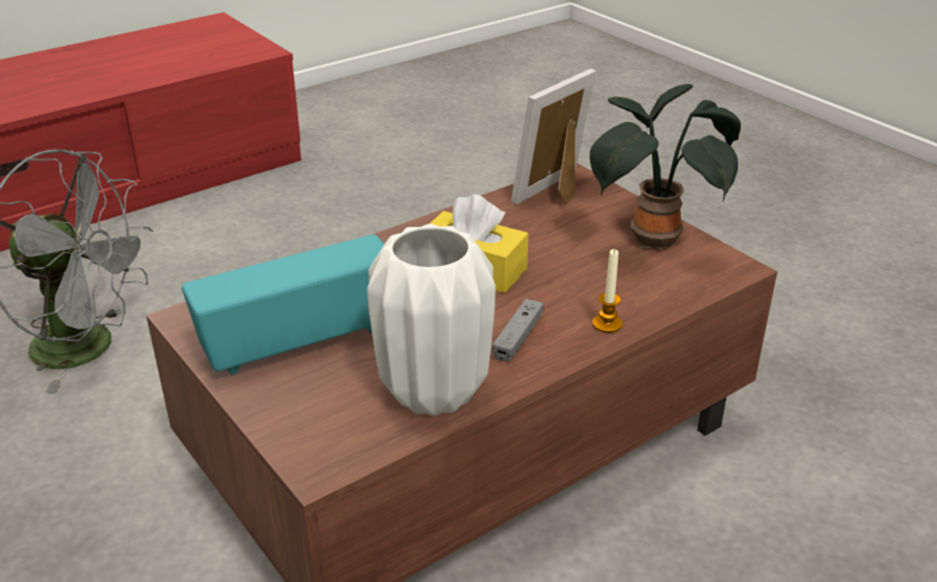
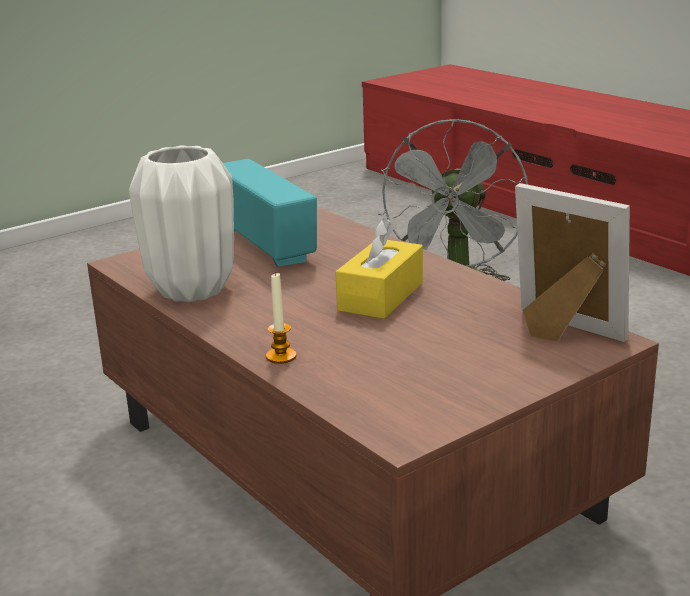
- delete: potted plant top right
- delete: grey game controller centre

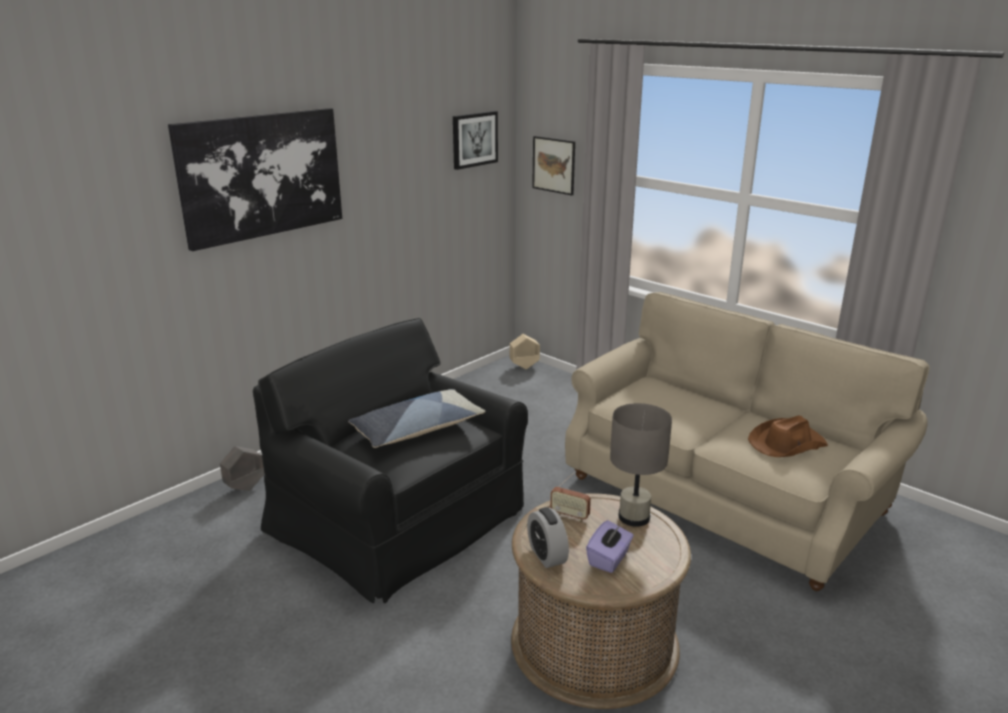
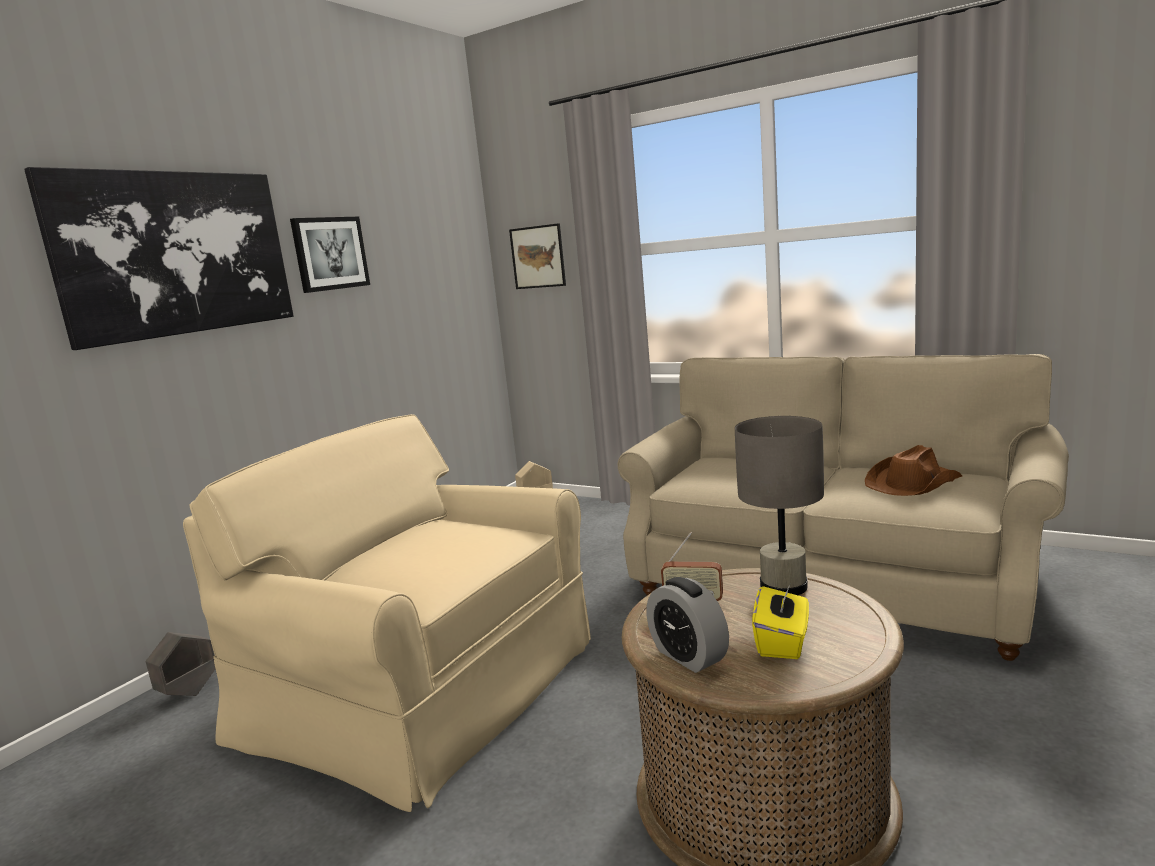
- move: picture (2nd from left) top centre to top left
- recolor: black armchair centre to beige armchair bottom centre
- delete: pillow centre
- recolor: purple tissue box bottom centre to yellow tissue box bottom right

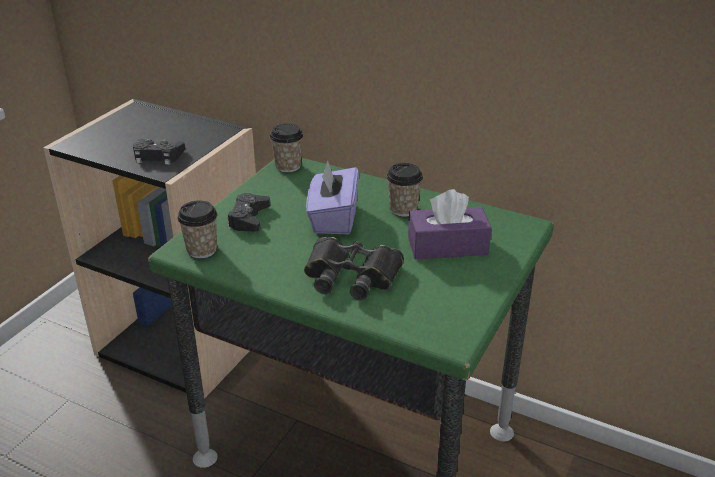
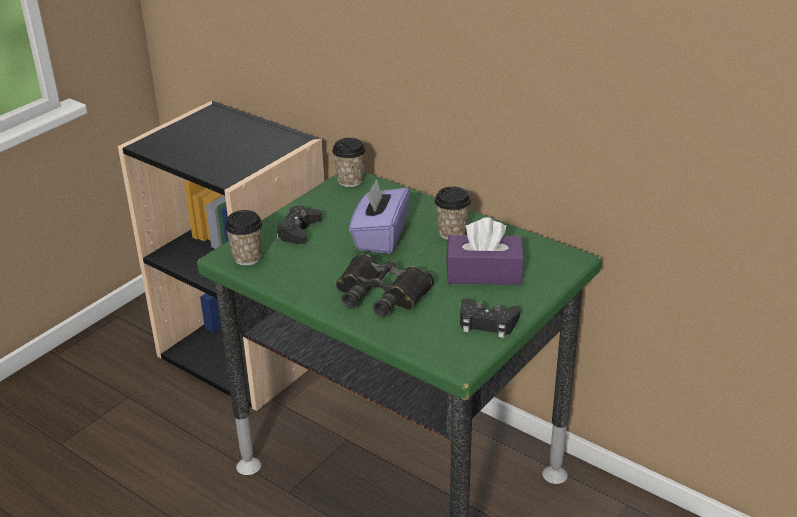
- move: black game controller (1st from left in the first image) top left to black game controller (2nd from left) centre

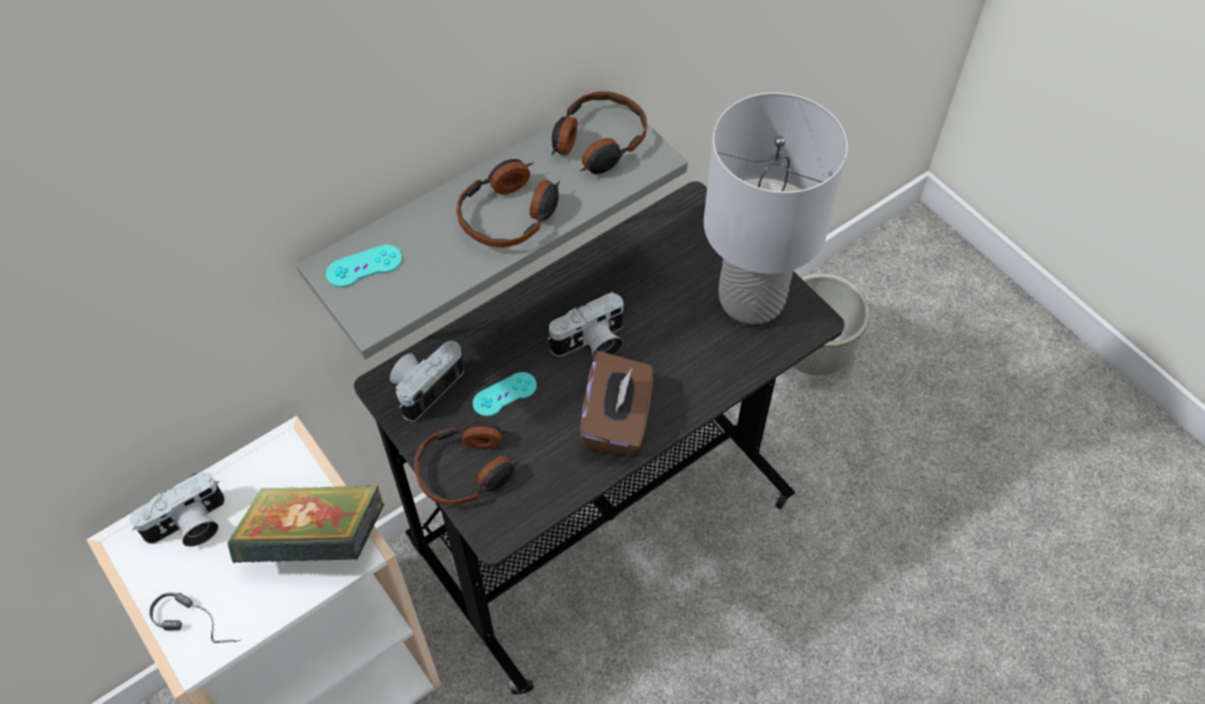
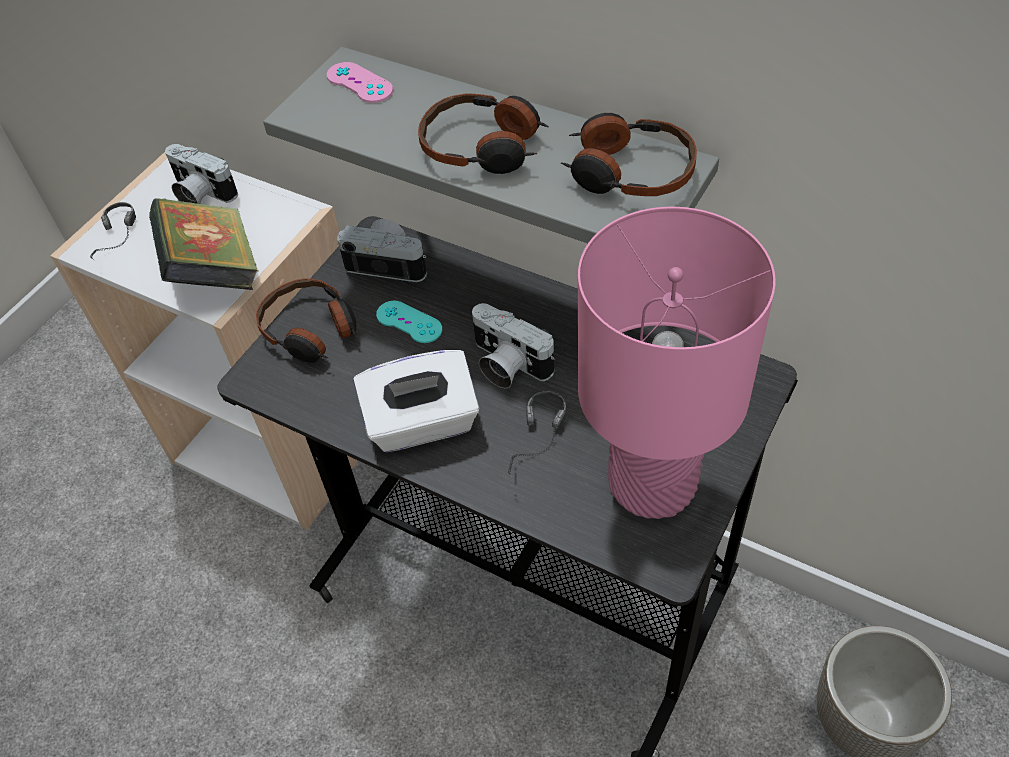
- recolor: grey table lamp top centre to pink table lamp middle right
- recolor: turquoise game controller (1st from left) middle left to pink game controller top centre
- recolor: brown tissue box centre to white tissue box centre
- insert: headphones (4th from left) centre

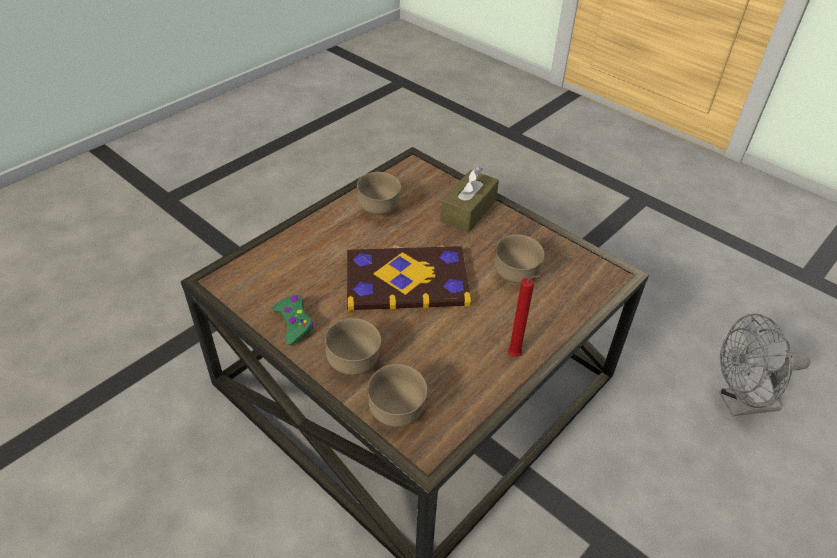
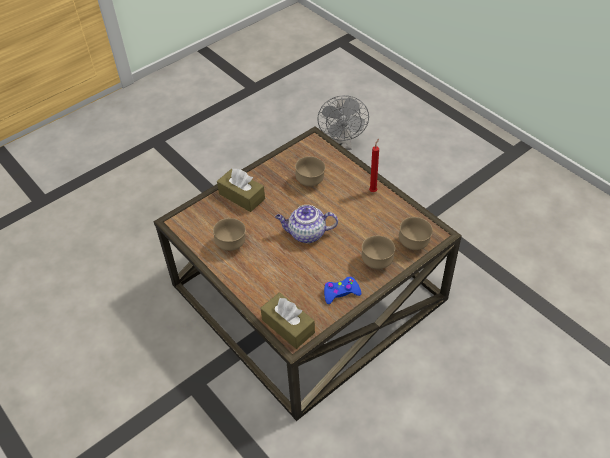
- replace: book centre to teapot centre
- recolor: green game controller centre to blue game controller centre
- insert: brown tissue box (2nd from left) bottom centre

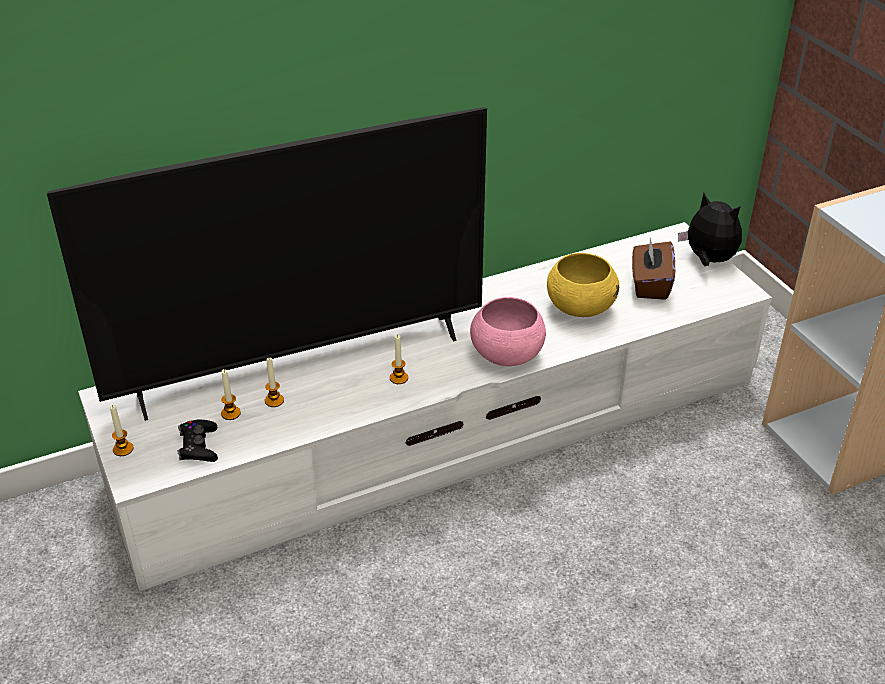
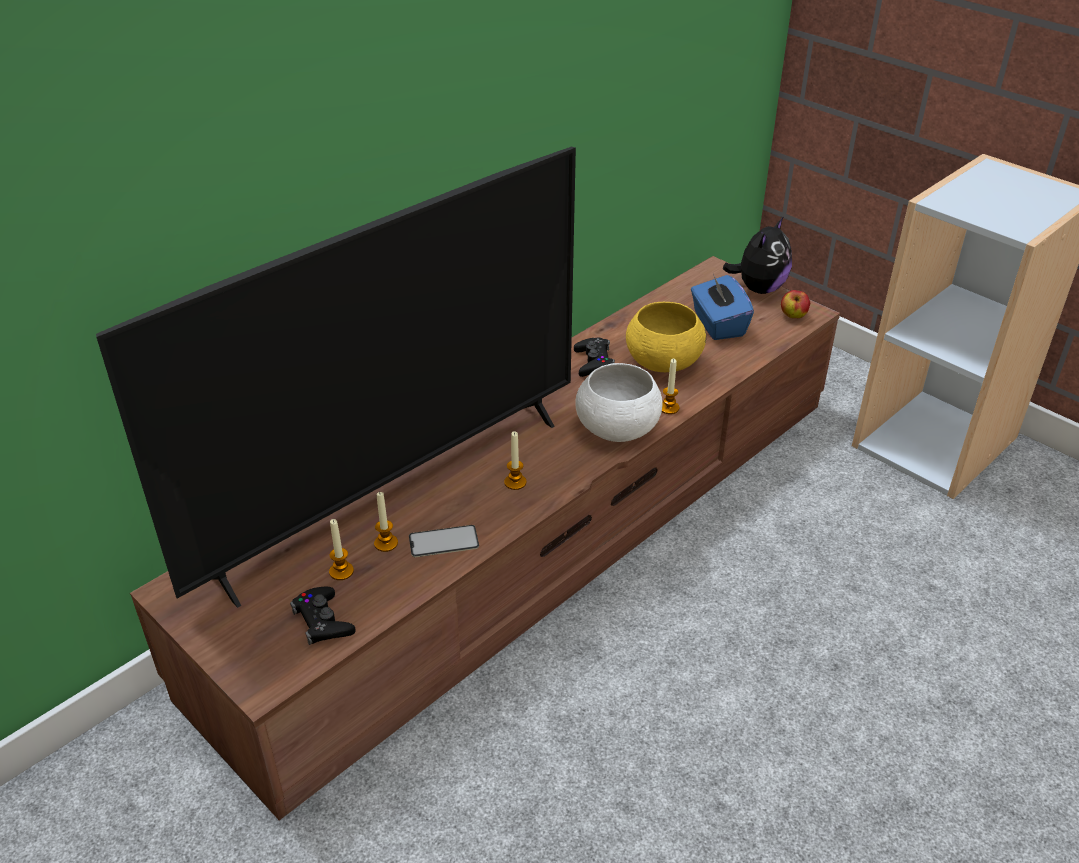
- rotate: plush toy middle right = top right 105 degrees clockwise
- recolor: white tv stand centre to brown tv stand centre
- recolor: brown tissue box middle right to blue tissue box middle right
- recolor: pink bowl centre to white bowl centre
- move: candle (1st from left in the first image) middle left to candle (4th from left) centre
- insert: apple middle right
- insert: black game controller (2nd from left) centre
- insert: phone centre

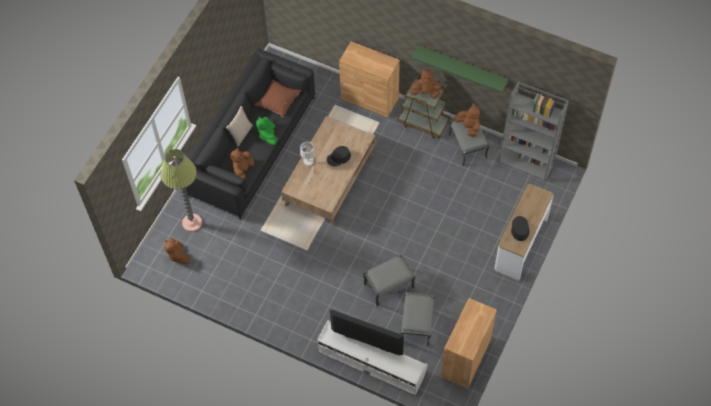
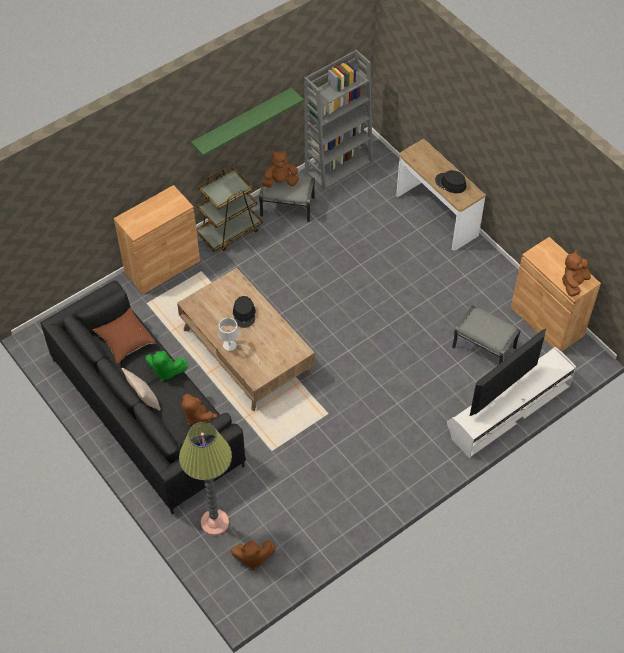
- move: brown plush toy (3rd from left in the first image) top centre to brown plush toy (4th from left) middle right
- delete: grey ottoman (1st from left) bottom centre

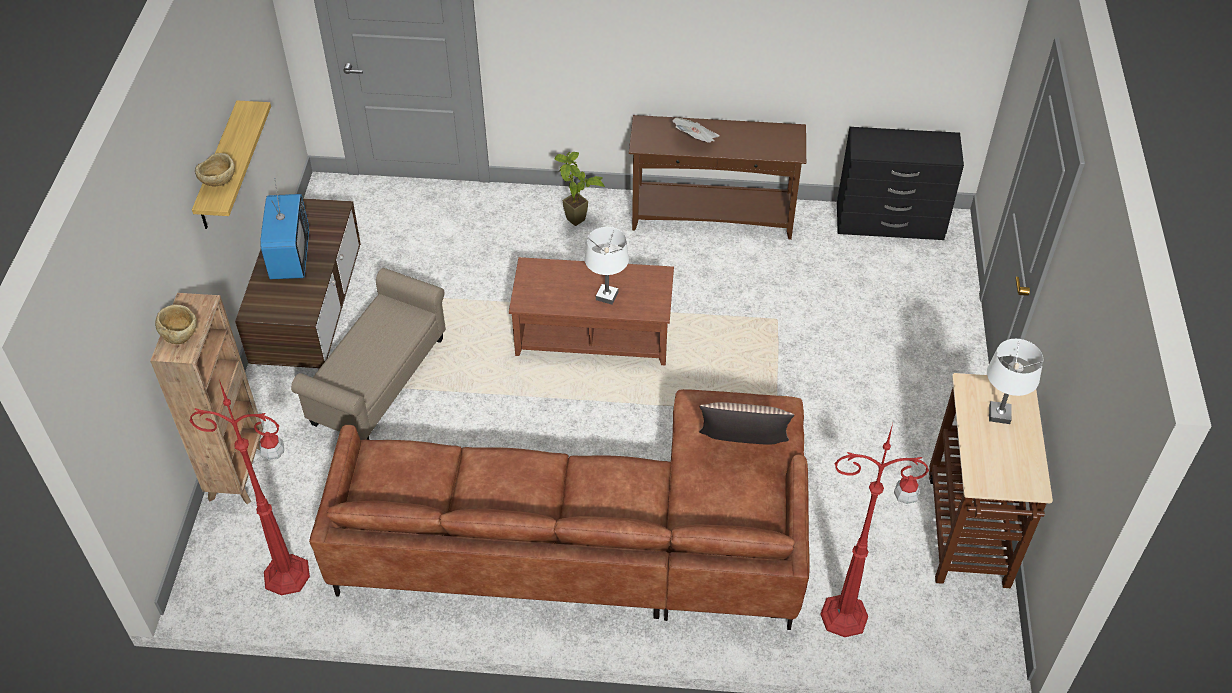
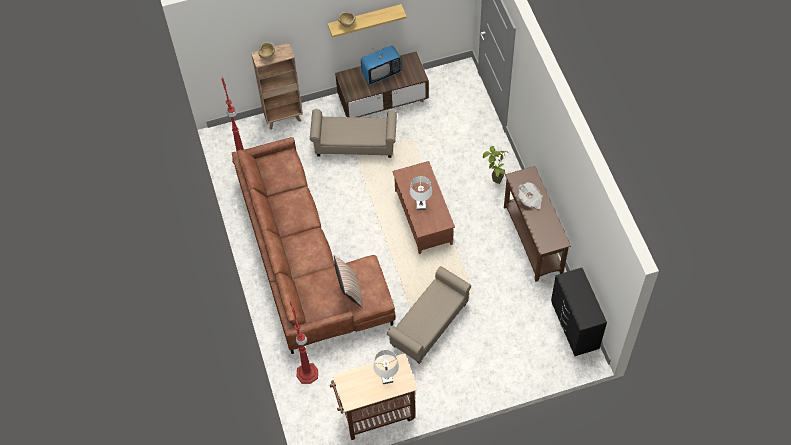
- insert: beige ottoman (2nd from left) bottom centre

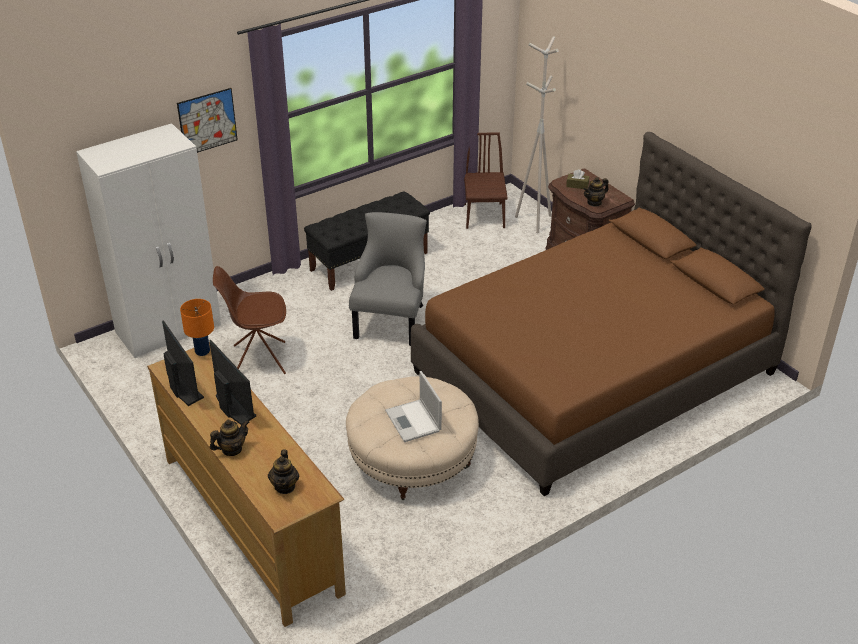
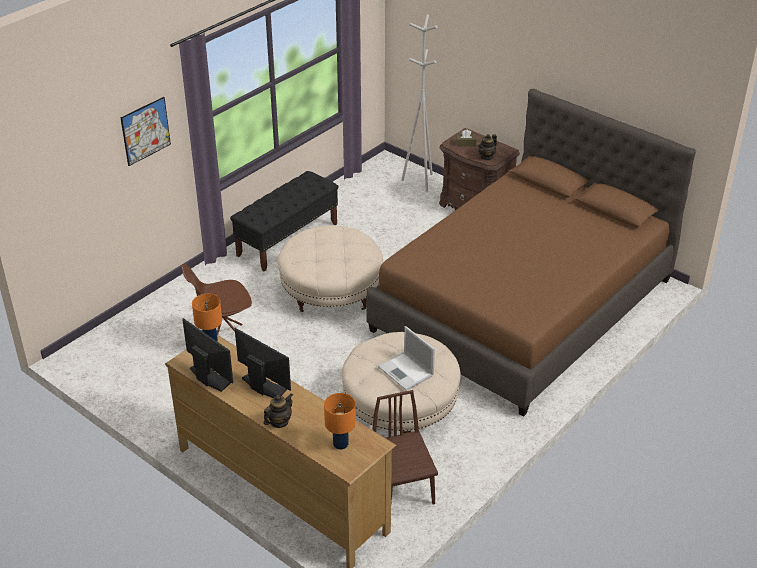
- delete: white wardrobe middle left
- move: brown chair (2nd from left) top centre to bottom centre
- replace: grey chair centre to beige ottoman (1st from left) centre
- replace: teapot (2nd from left) bottom left to orange table lamp (2nd from left) bottom centre

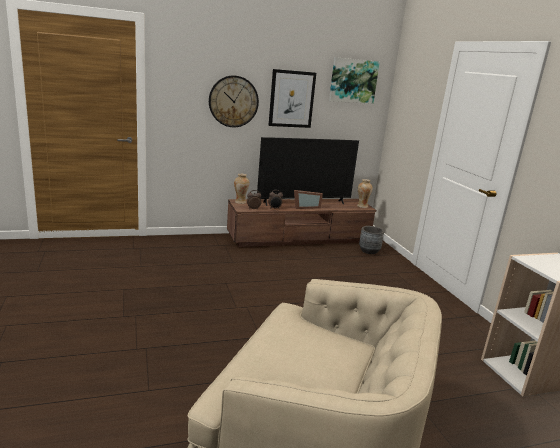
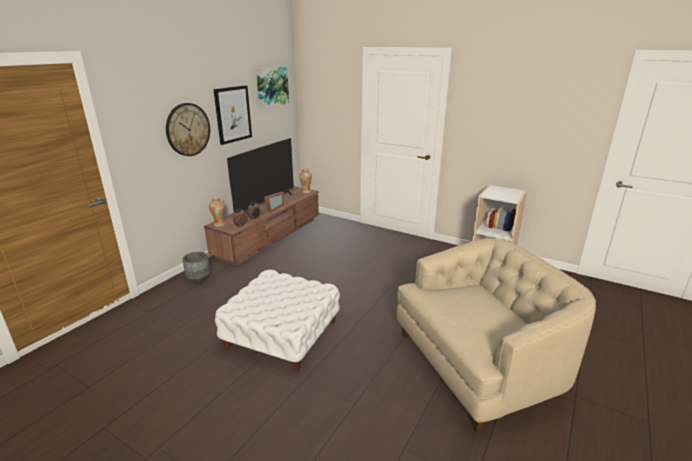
- move: grey planter centre to middle left
- insert: white ottoman bottom centre

